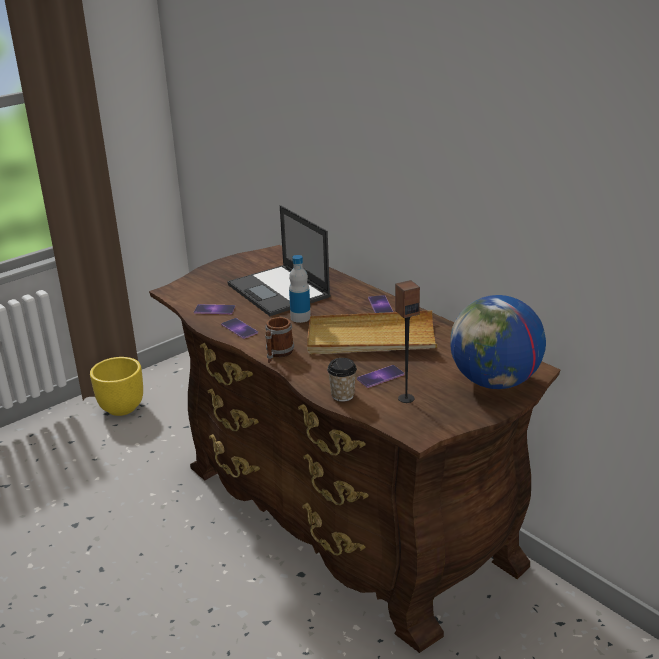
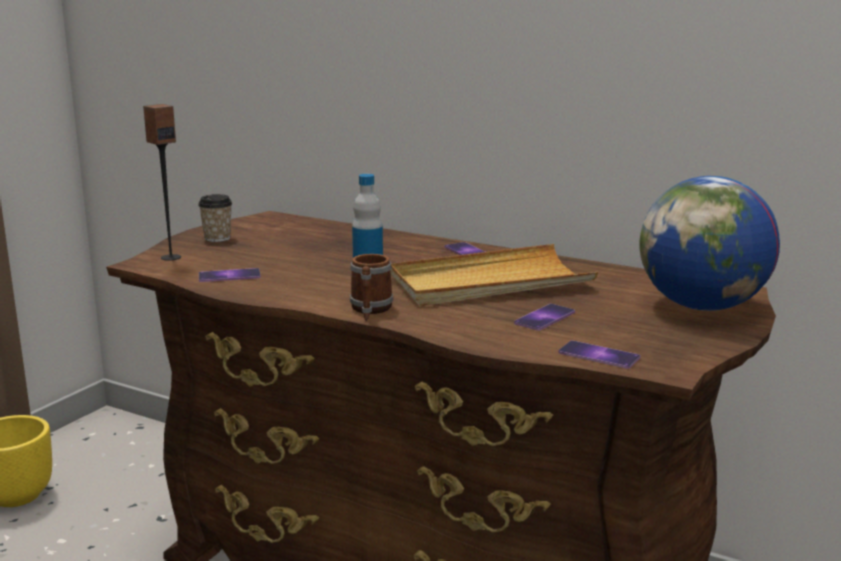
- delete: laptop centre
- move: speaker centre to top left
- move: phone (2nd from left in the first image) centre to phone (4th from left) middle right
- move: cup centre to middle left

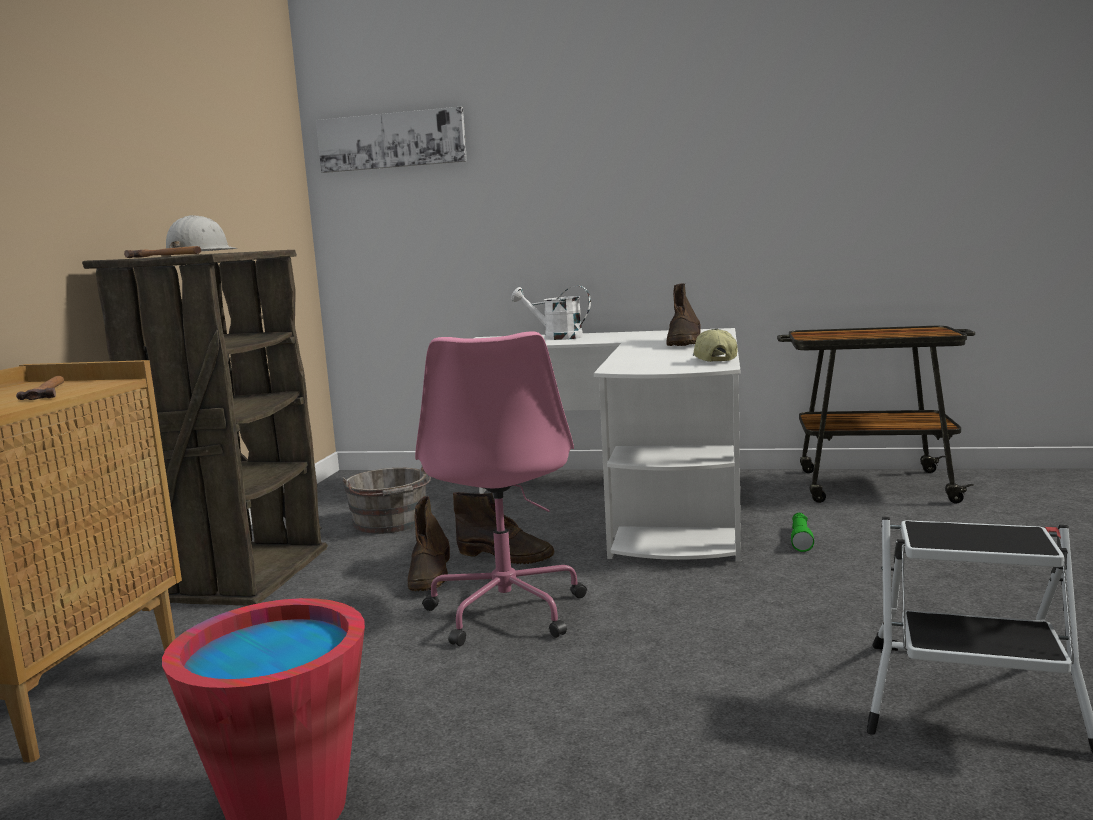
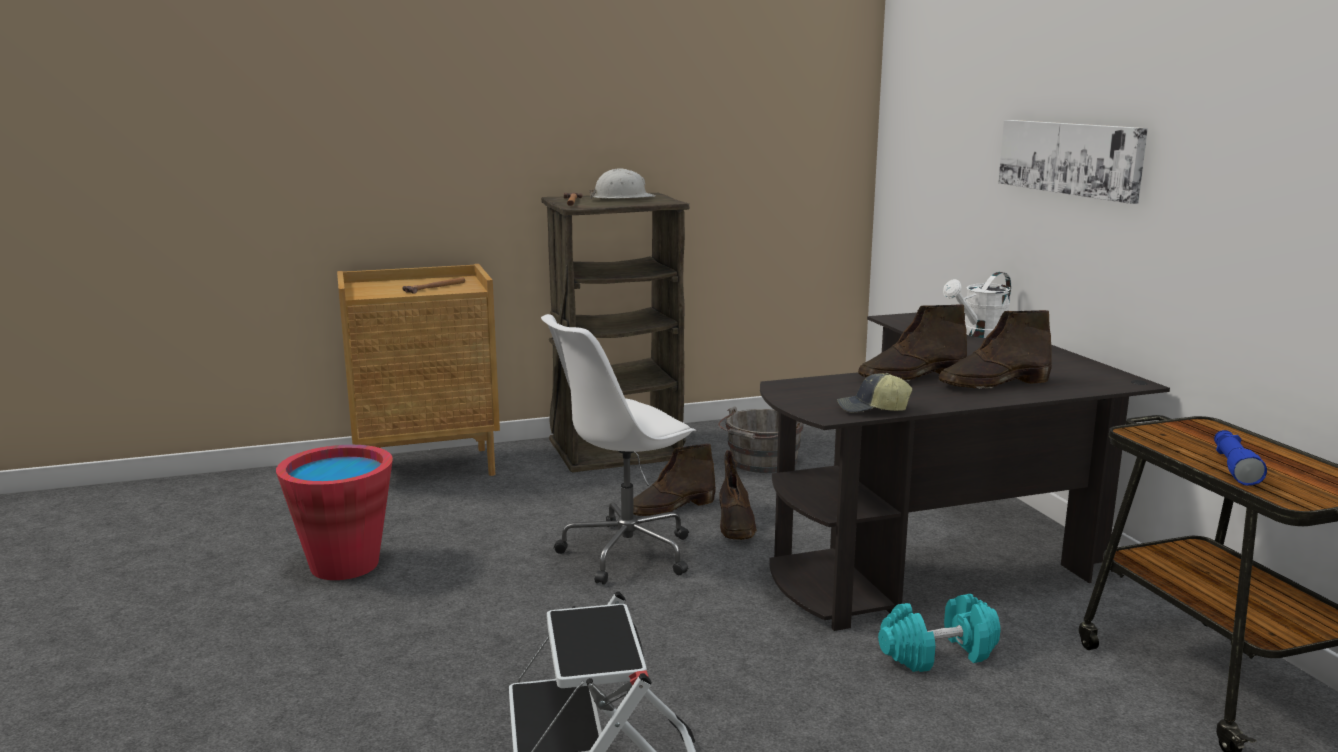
- move: picture top centre to top right
- rotate: white watering can centre = middle right 120 degrees counterclockwise
- recolor: white desk centre to black desk middle right
- rotate: cap centre = centre 150 degrees counterclockwise
- recolor: pink office chair centre to white office chair centre
- replace: green flashlight middle right to turquoise dumbbell bottom right
- insert: brown boot (3rd from left) middle right
- insert: blue flashlight middle right

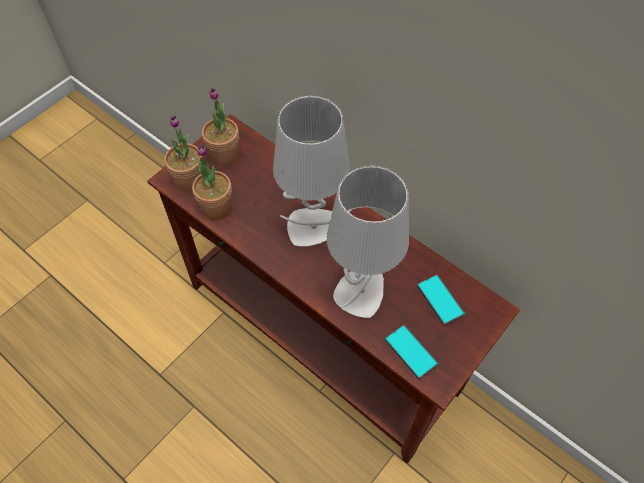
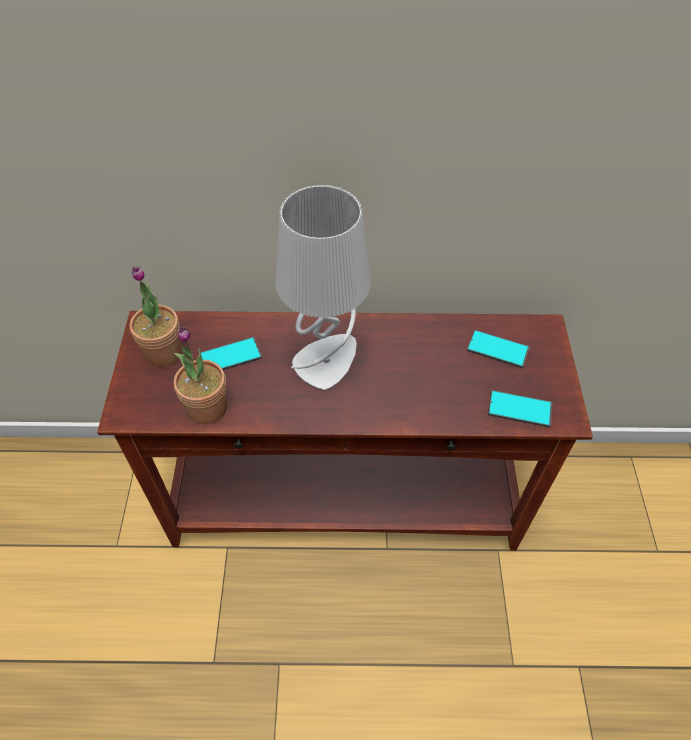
- delete: potted plant (1st from left) top left
- delete: grey table lamp (2nd from left) centre
- insert: phone (1st from left) middle left

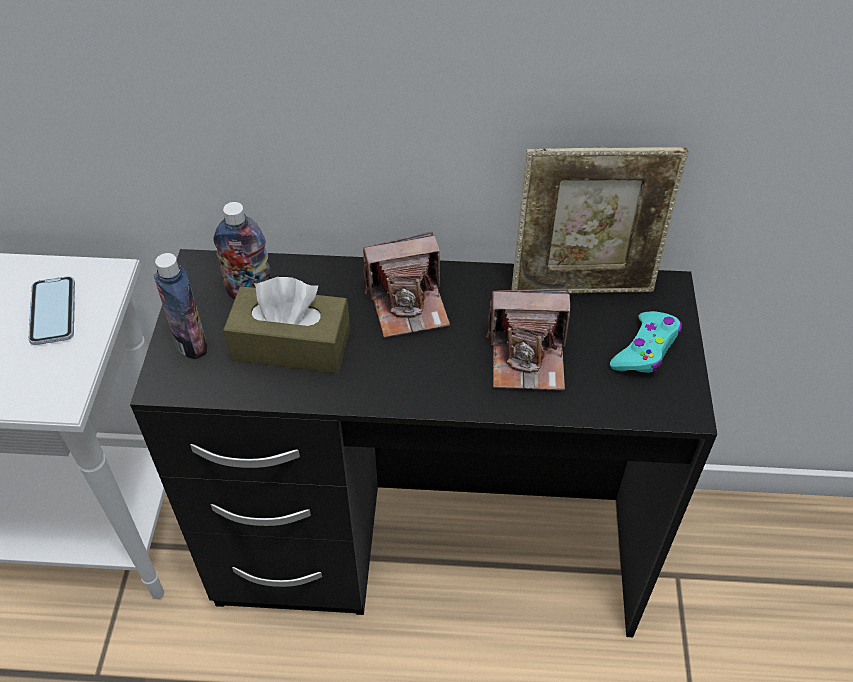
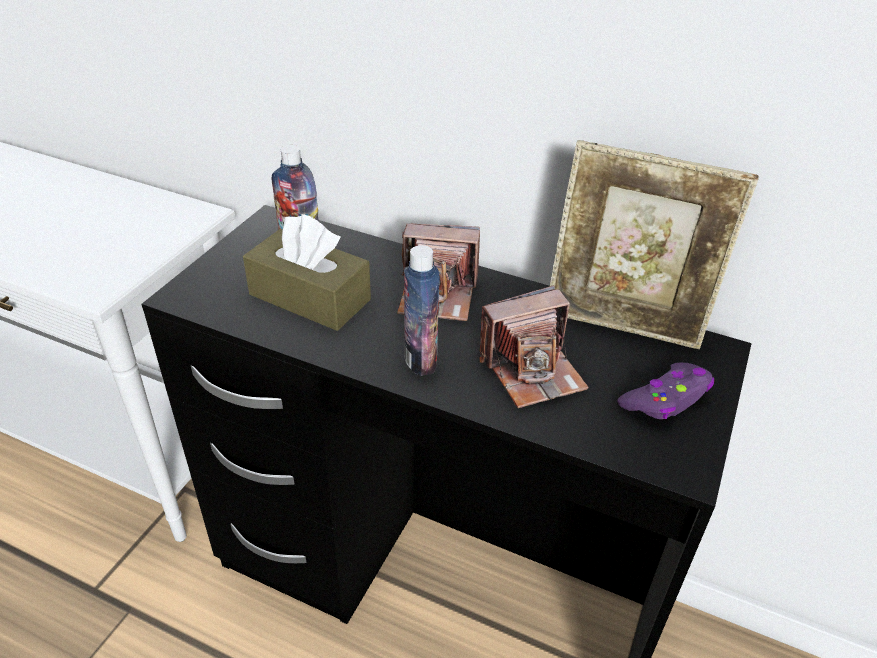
- move: bottle (1st from left in the first image) middle left to bottle (2nd from left) centre
- delete: phone middle left
- rotate: photo camera (2nd from left) centre = centre 45 degrees counterclockwise
- recolor: turquoise game controller middle right to purple game controller middle right

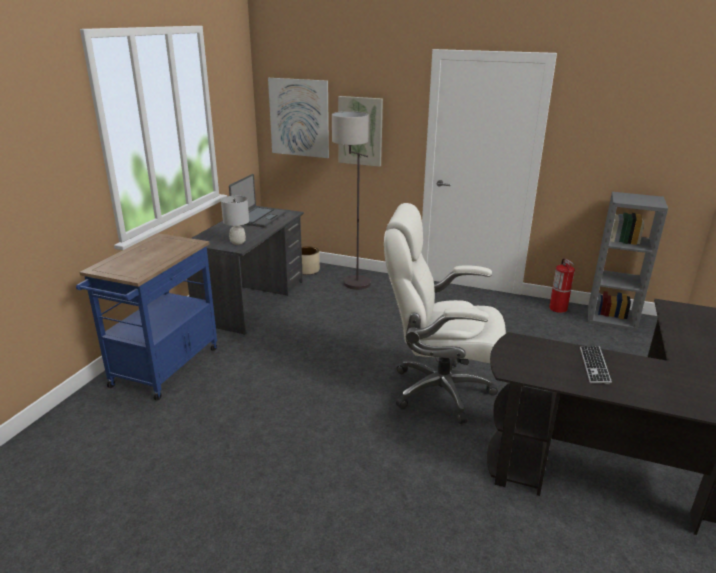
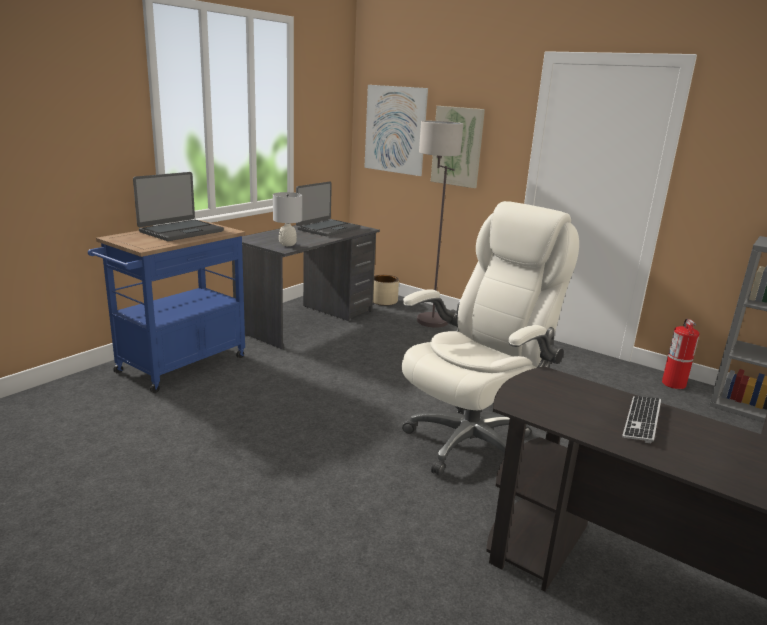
- rotate: white office chair centre = centre 105 degrees clockwise
- insert: laptop (1st from left) top left

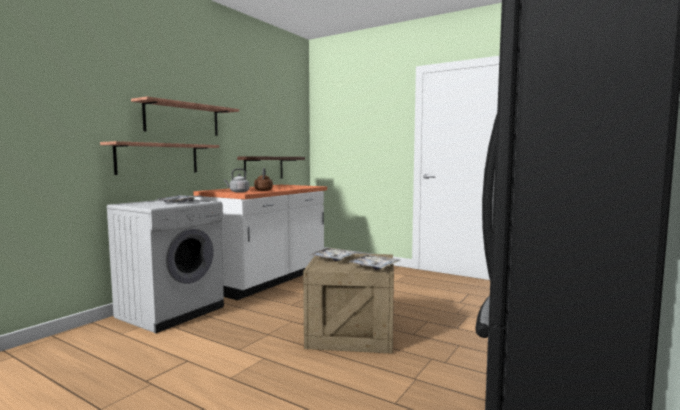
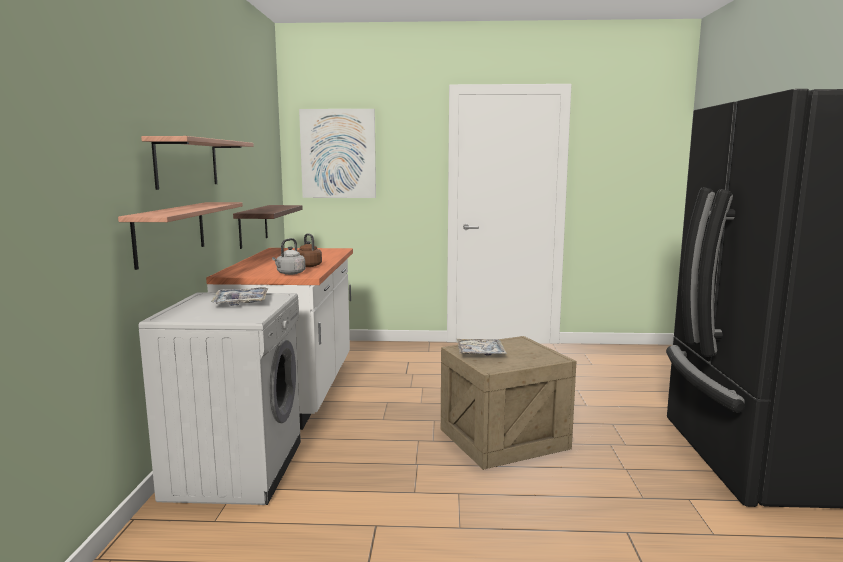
- delete: tray (3rd from left) centre
- insert: picture top centre

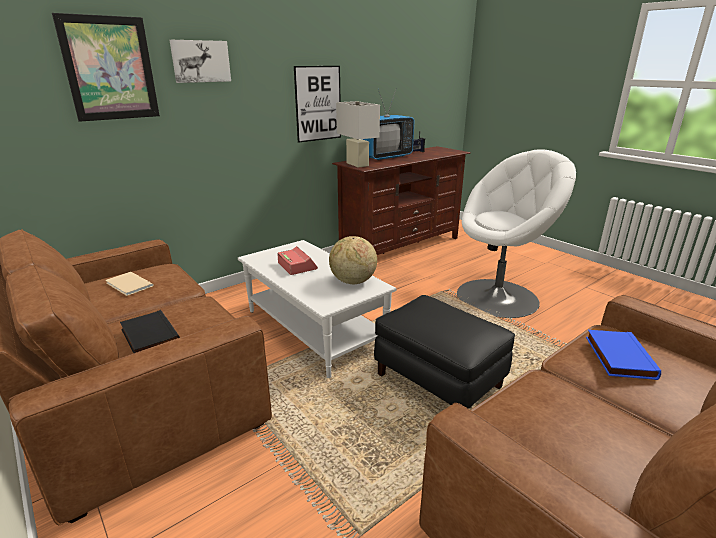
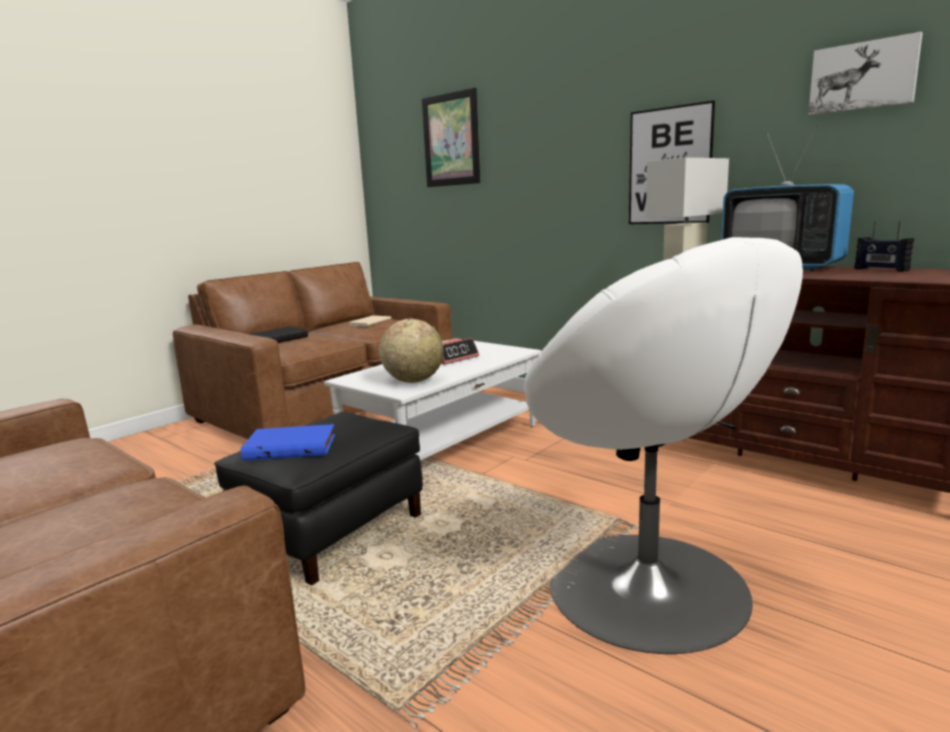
- move: picture (2nd from left in the first image) top left to picture (3rd from left) top right
- move: blue book middle right to middle left

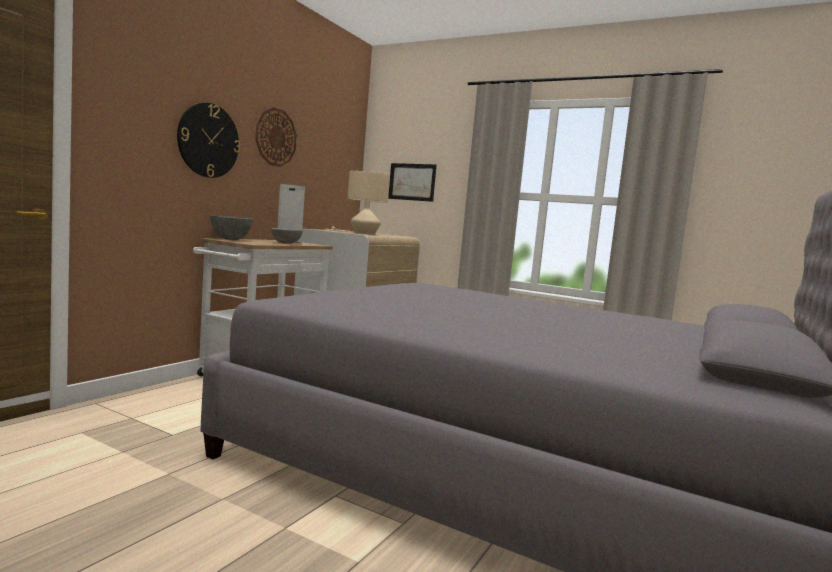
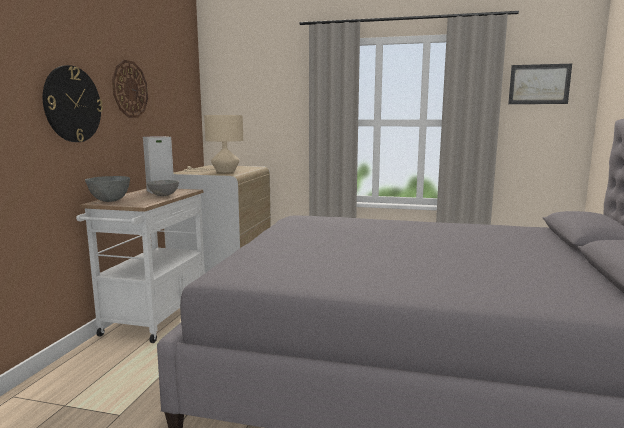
- move: picture top centre to top right

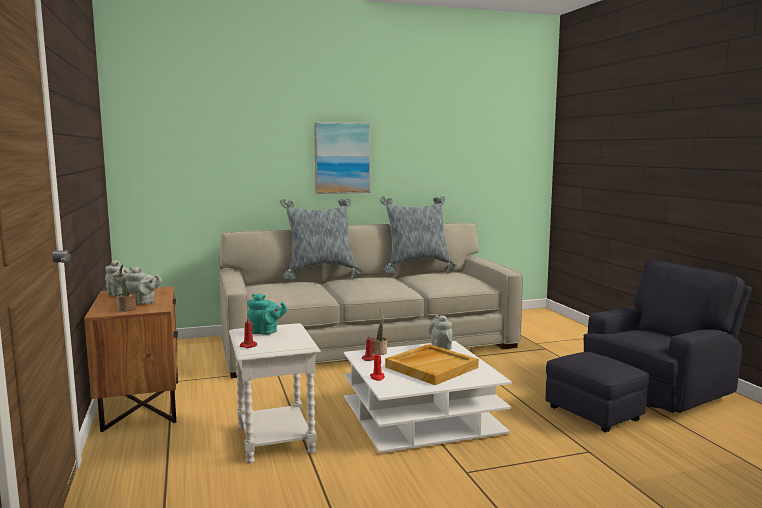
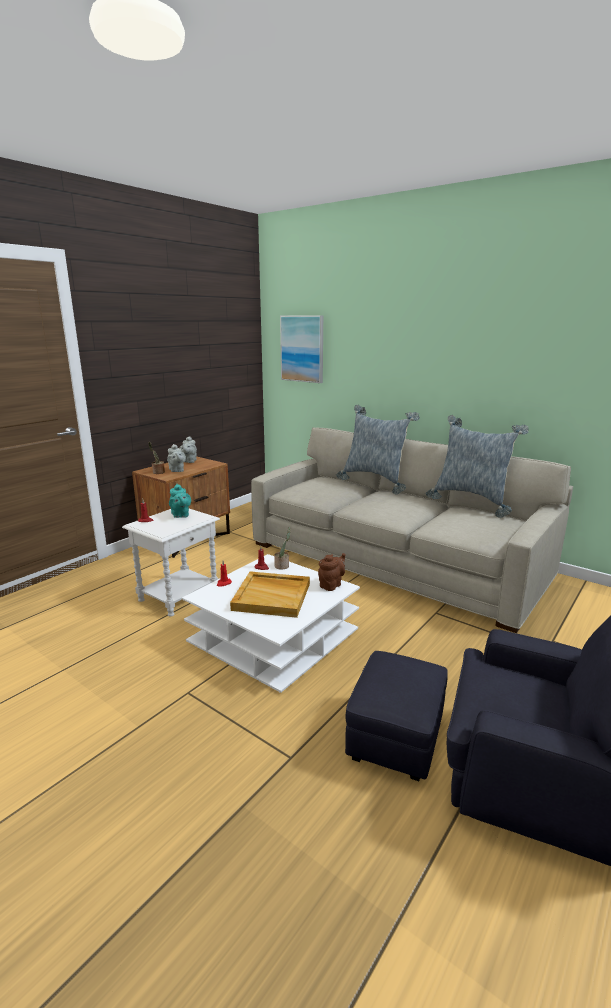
- move: picture top centre to centre
- recolor: grey teapot (3rd from left) centre to brown teapot centre

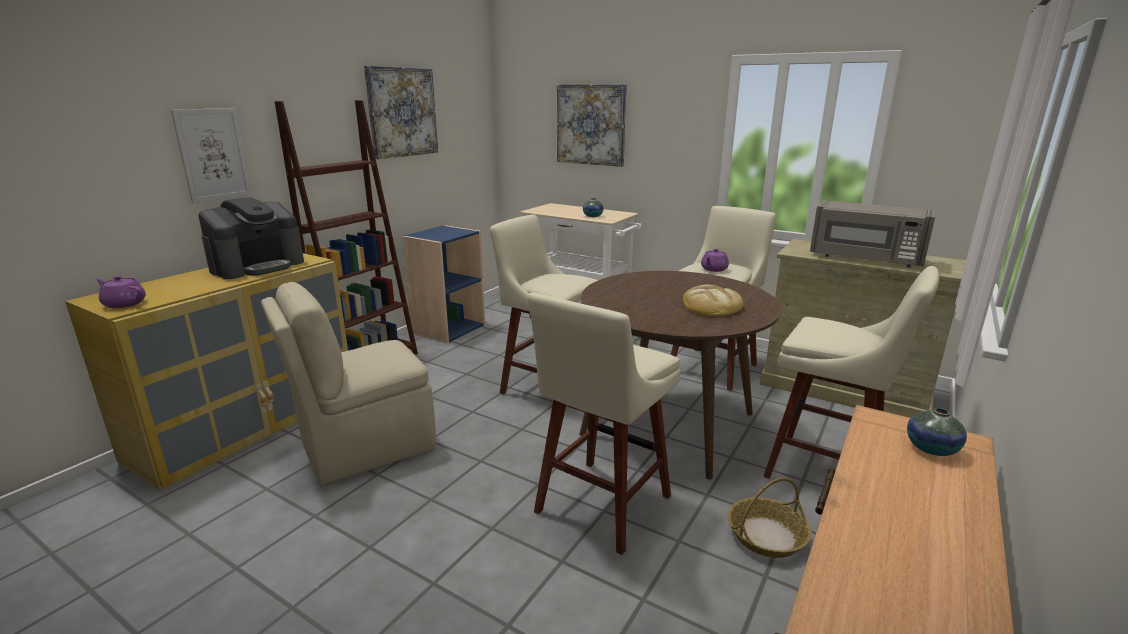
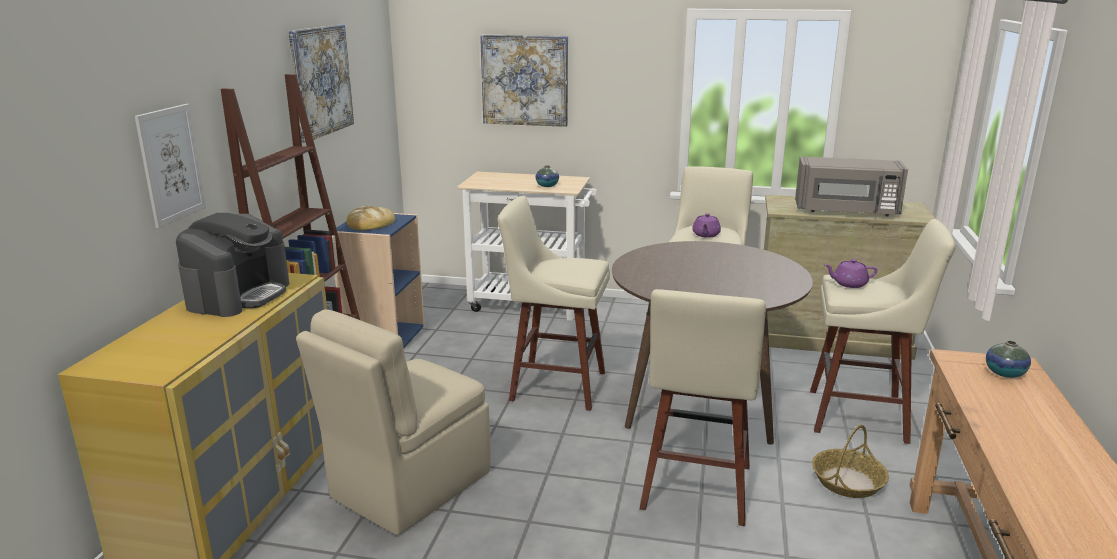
- move: purple teapot (1st from left in the first image) middle left to purple teapot (2nd from left) middle right
- move: bread centre to middle left

